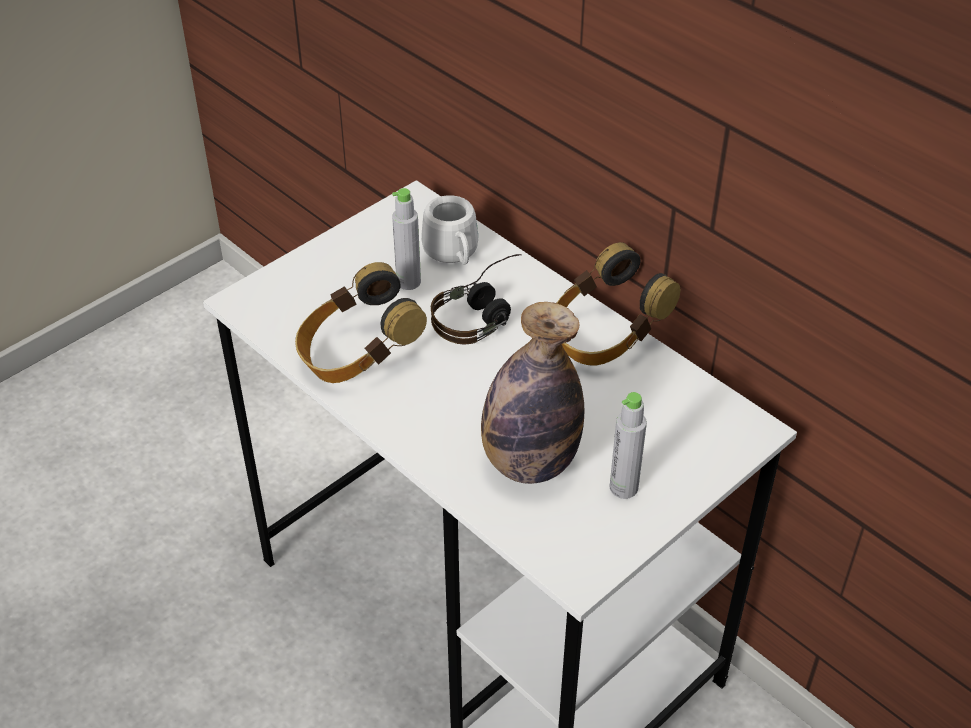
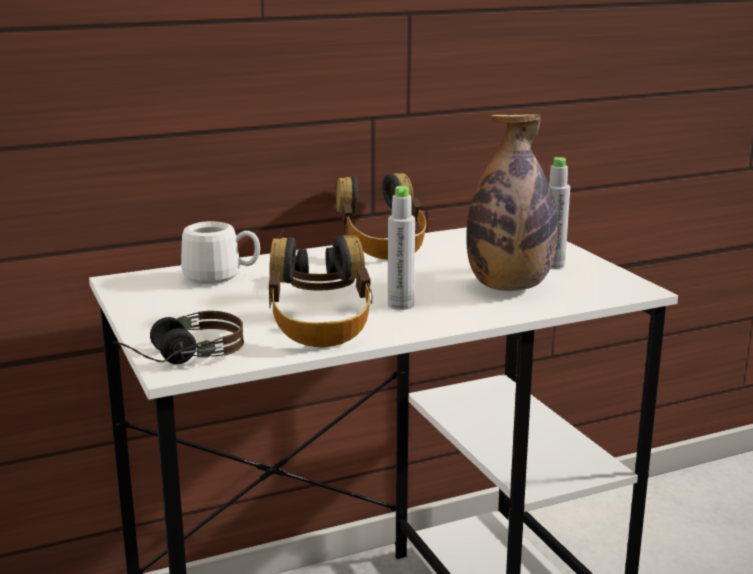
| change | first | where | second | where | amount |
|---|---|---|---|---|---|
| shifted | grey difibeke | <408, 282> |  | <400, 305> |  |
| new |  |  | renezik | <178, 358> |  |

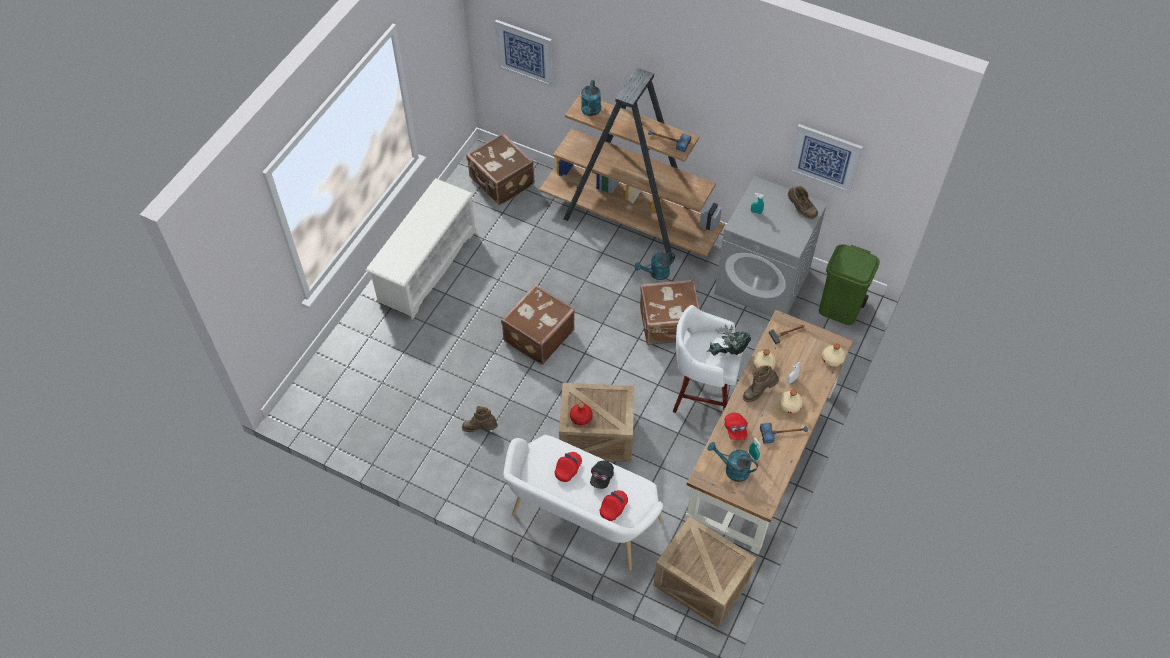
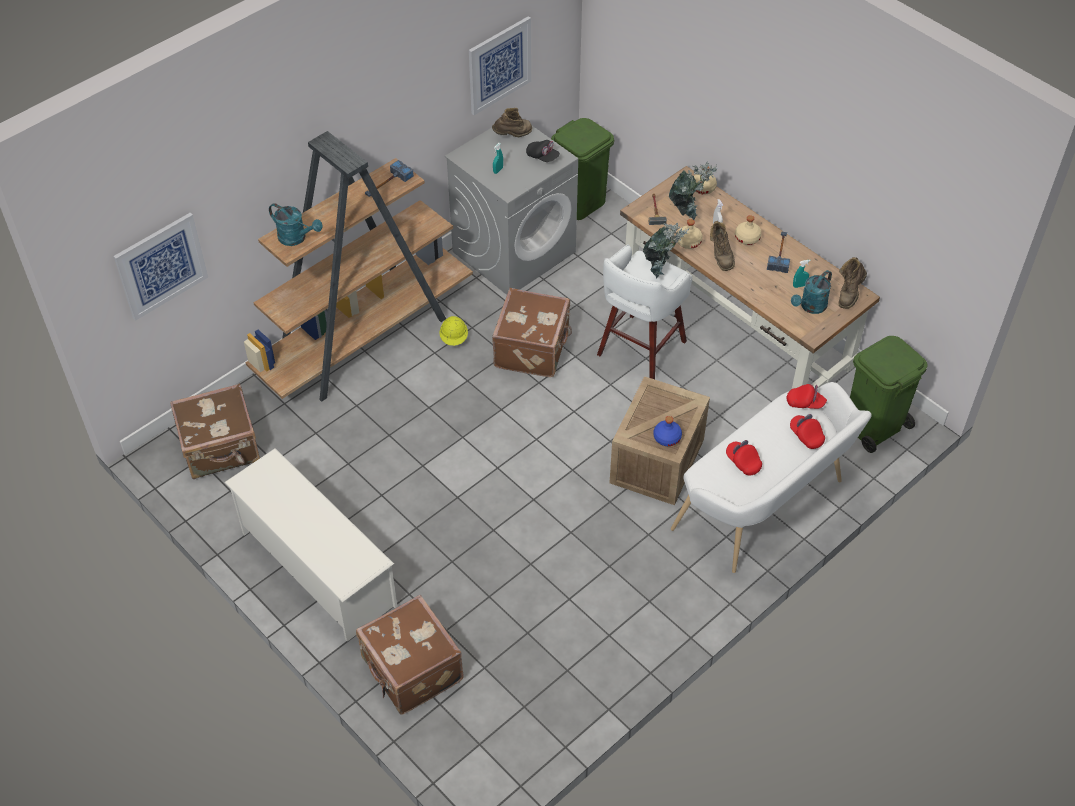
| change | first | where | second | where | amount |
|---|---|---|---|---|---|
| shifted | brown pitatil | <480, 428> |  | <849, 294> |  |
| shifted | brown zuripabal | <537, 335> |  | <411, 671> |  |
| repainted | red difibeke | <581, 417> | blue difibeke | <666, 437> |  |
| shifted | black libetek | <601, 477> |  | <542, 157> |  |
| swapped | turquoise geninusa | <656, 274> | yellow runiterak | <454, 338> |  |
| swapped | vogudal | <699, 583> | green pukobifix | <873, 426> |  |
| shifted | red libetek | <735, 429> |  | <805, 403> |  |
| new |  |  | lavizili | <688, 211> |  |

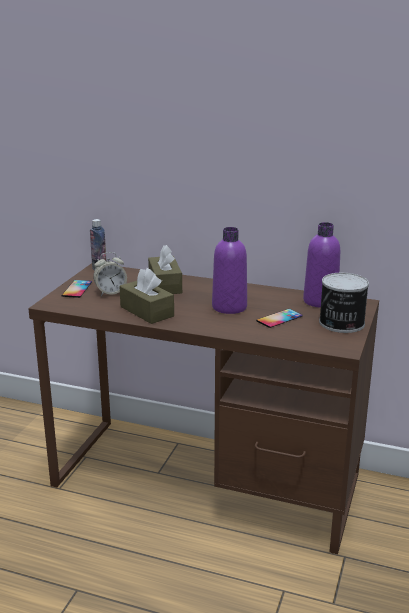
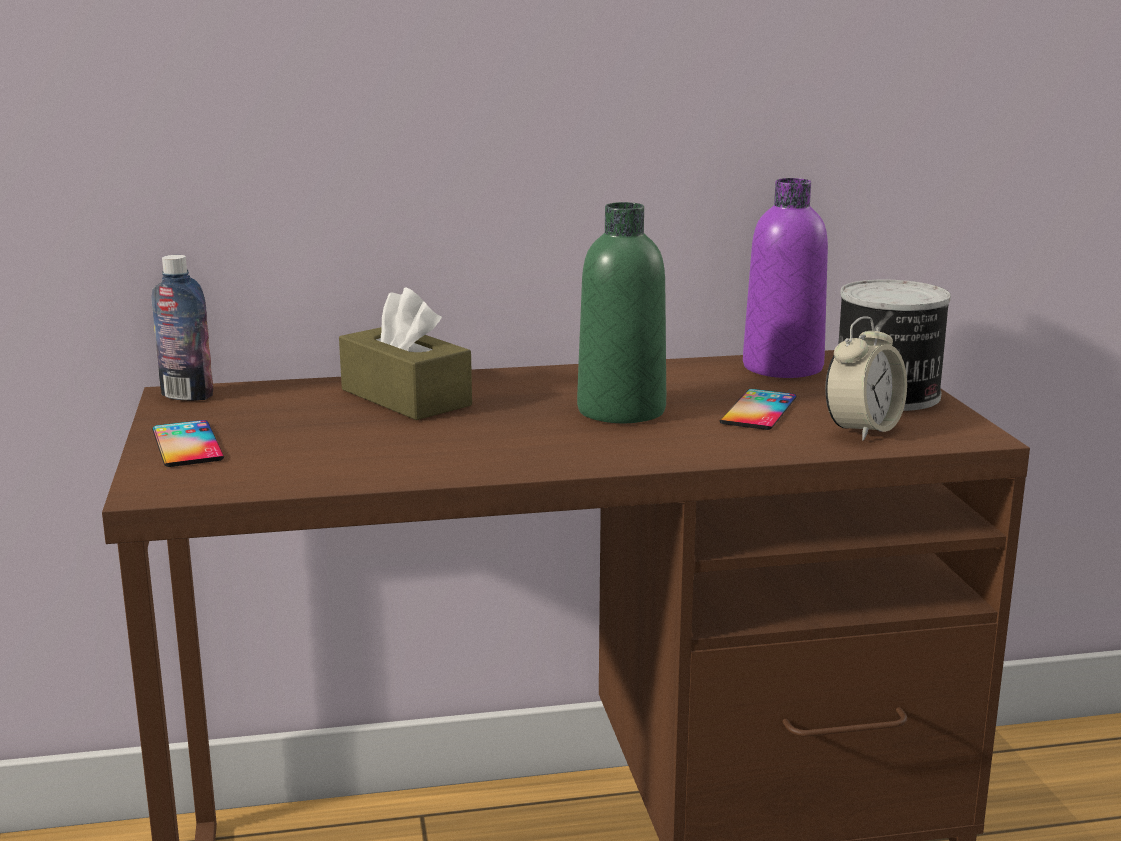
| change | first | where | second | where | amount |
|---|---|---|---|---|---|
| shifted | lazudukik | <110, 292> |  | <863, 430> |  |
| gone | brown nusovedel | <147, 311> |  |  |  |
| repainted | purple difibeke | <229, 307> | green difibeke | <621, 410> |  |

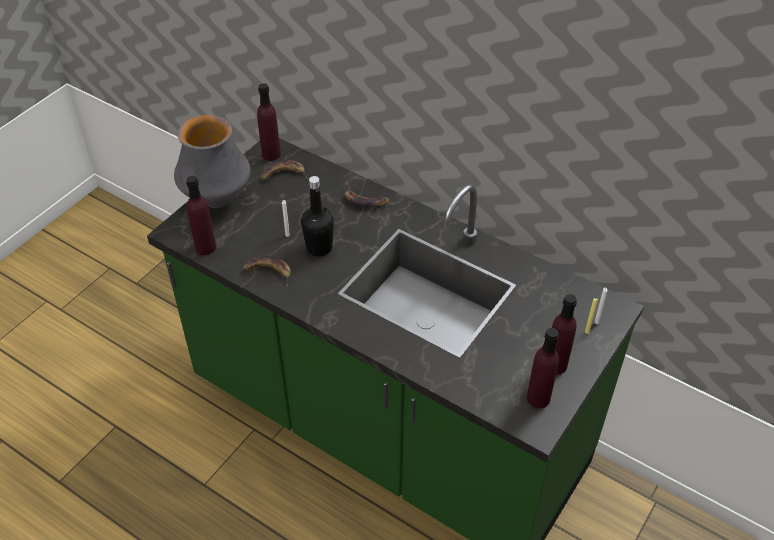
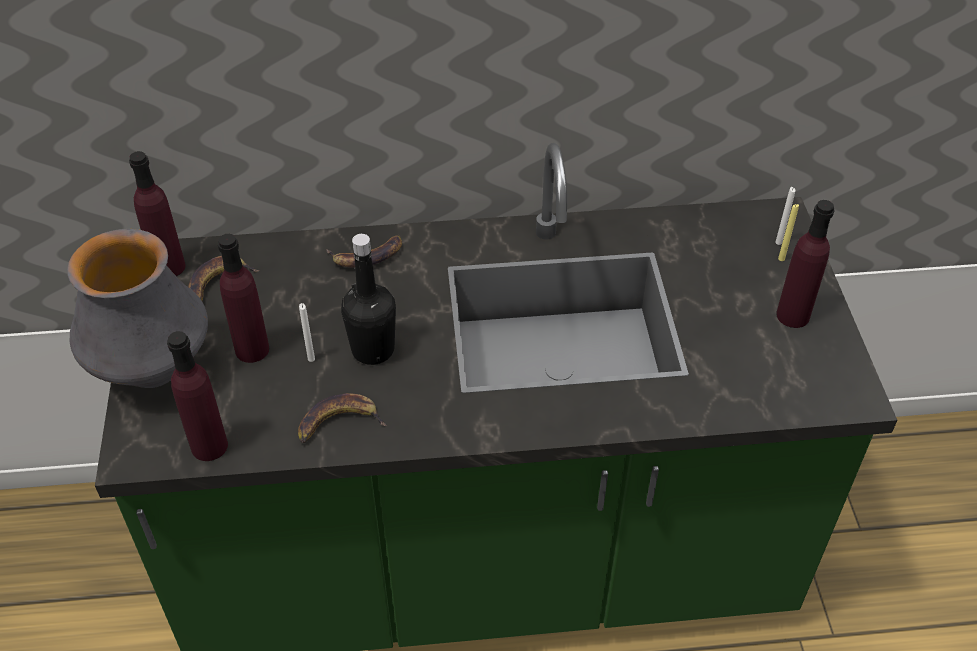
| change | first | where | second | where | amount |
|---|---|---|---|---|---|
| shifted | purple difibeke | <538, 398> |  | <252, 349> |  |

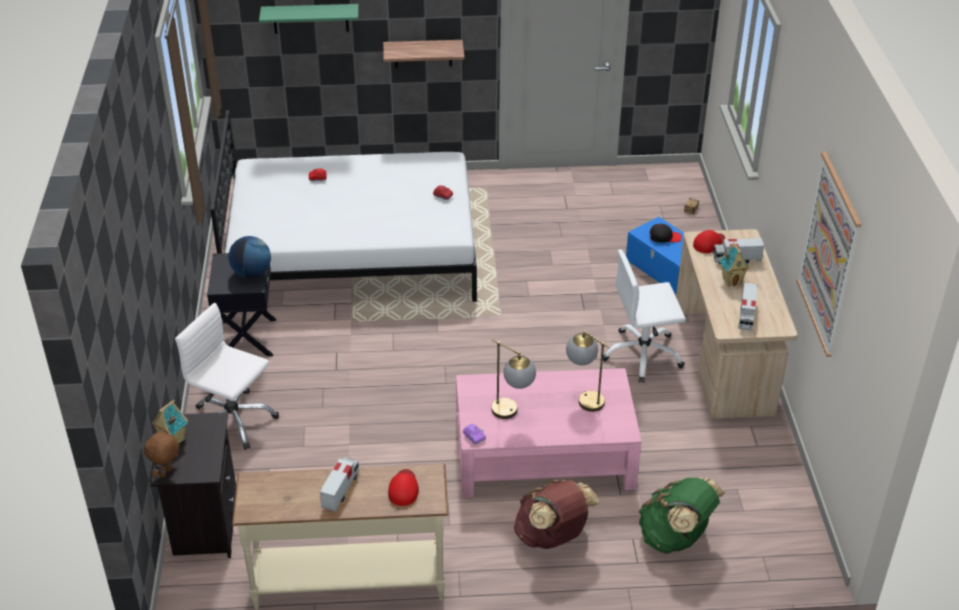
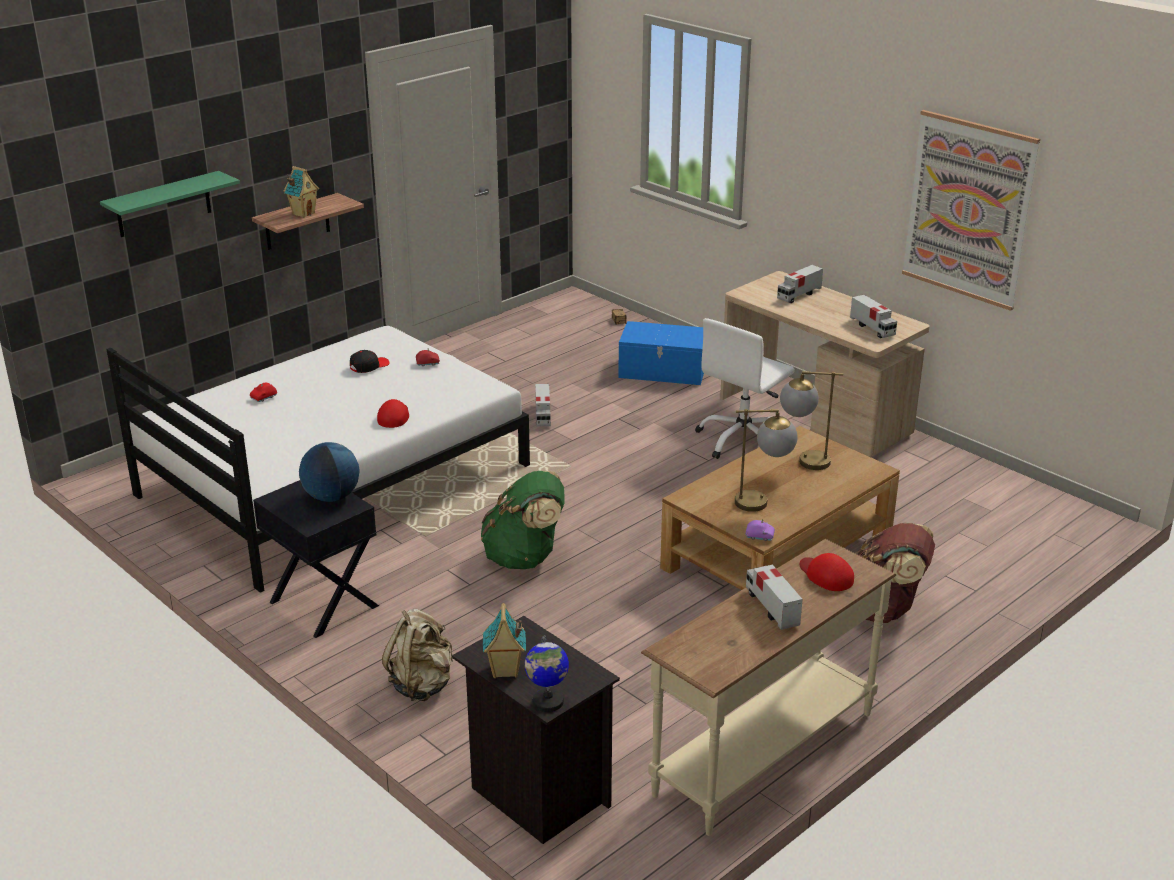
| change | first | where | second | where | amount |
|---|---|---|---|---|---|
| swapped | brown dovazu | <166, 473> | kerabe | <547, 702> |  |
| swapped | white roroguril | <233, 421> | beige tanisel | <422, 685> |  |
| repainted | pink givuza | <543, 455> | brown givuza | <777, 553> |  |
| shifted | green tanisel | <675, 538> |  | <525, 557> |  |
| shifted | black libetek | <664, 237> |  | <369, 366> |  |
| shifted | red libetek | <709, 243> |  | <394, 416> |  |
| shifted | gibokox | <731, 281> |  | <303, 213> |  |
| new |  |  | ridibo | <543, 416> |  |

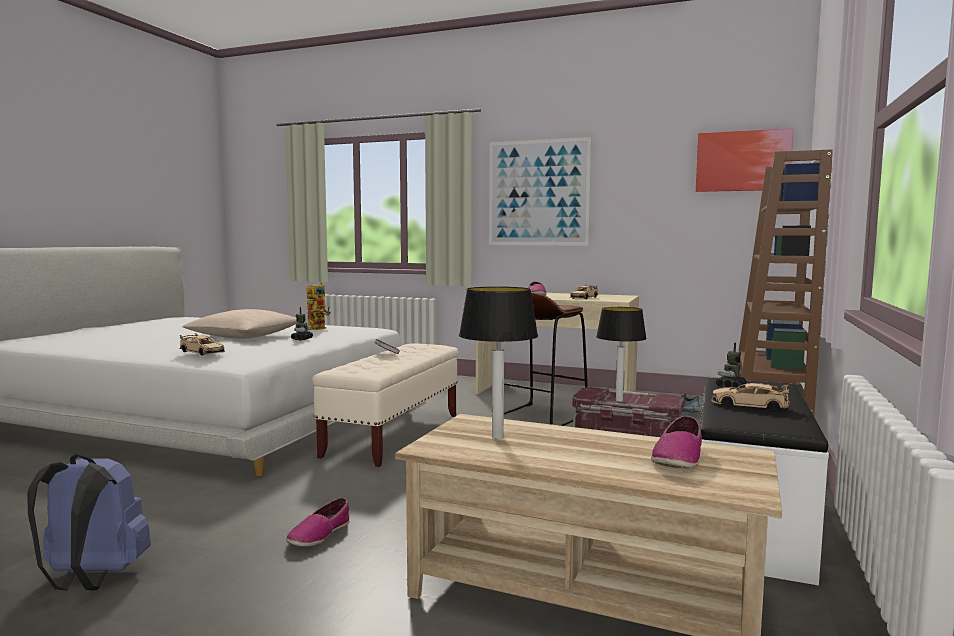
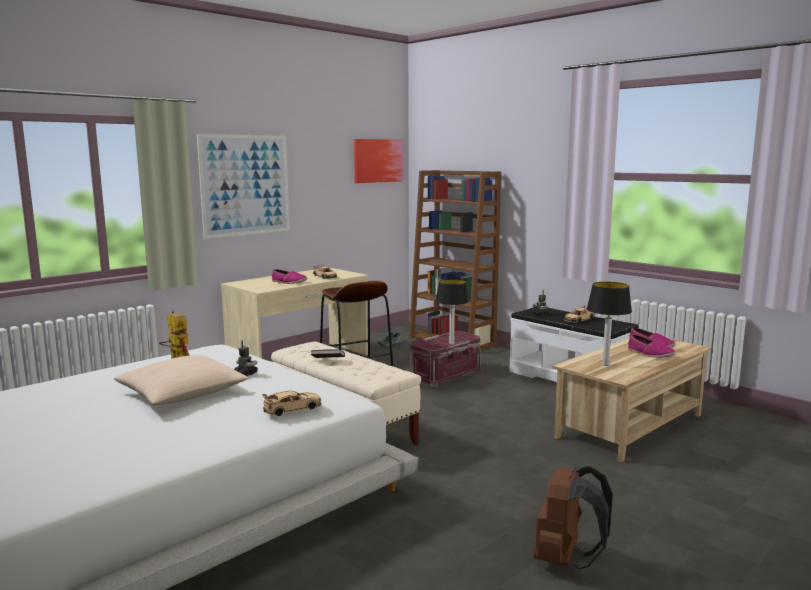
| change | first | where | second | where | amount |
|---|---|---|---|---|---|
| repainted | blue tanisel | <91, 580> | brown tanisel | <566, 559> |  |
| shifted | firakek | <319, 534> |  | <650, 354> |  |

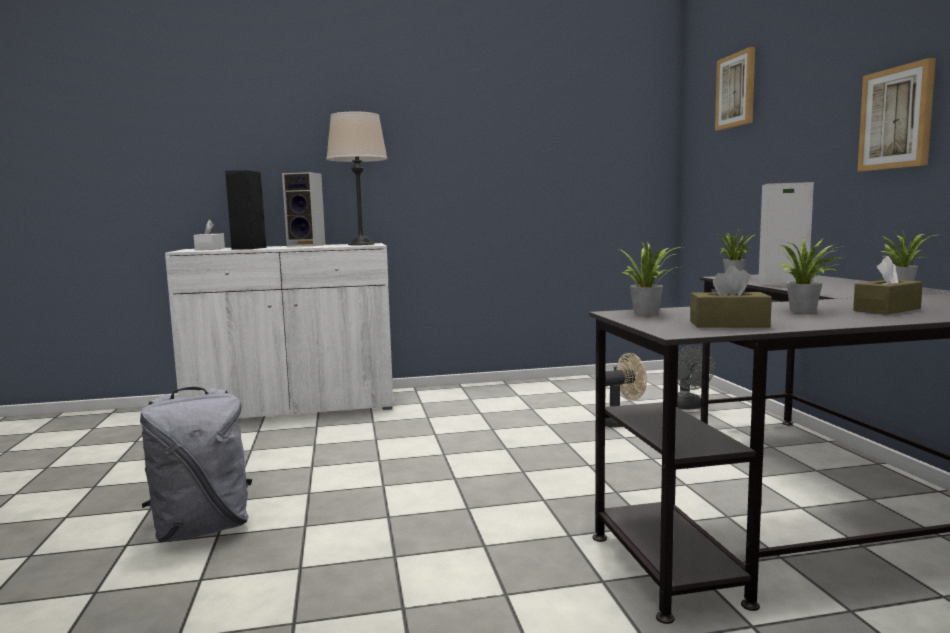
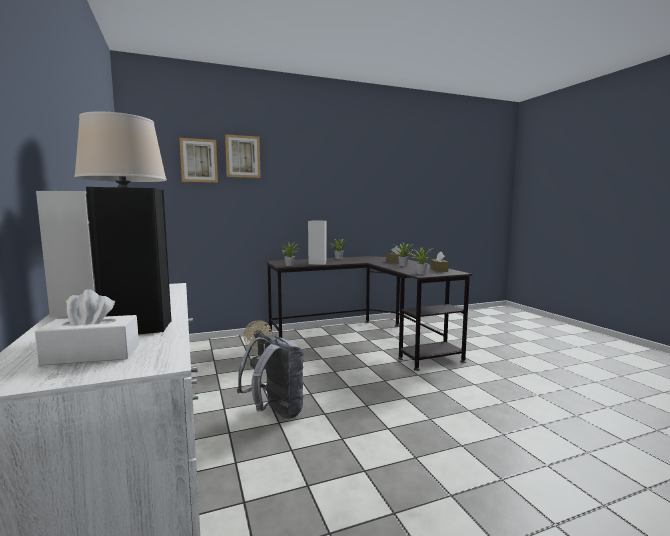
| change | first | where | second | where | amount |
|---|---|---|---|---|---|
| shifted | grey tanisel | <202, 529> |  | <275, 412> |  |
| gone | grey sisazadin | <687, 407> |  |  |  |
| shifted | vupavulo | <897, 118> |  | <242, 156> |  |

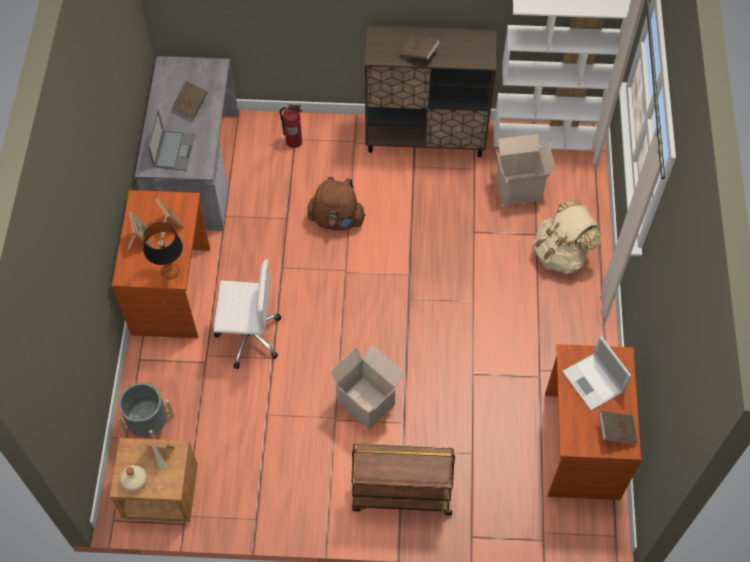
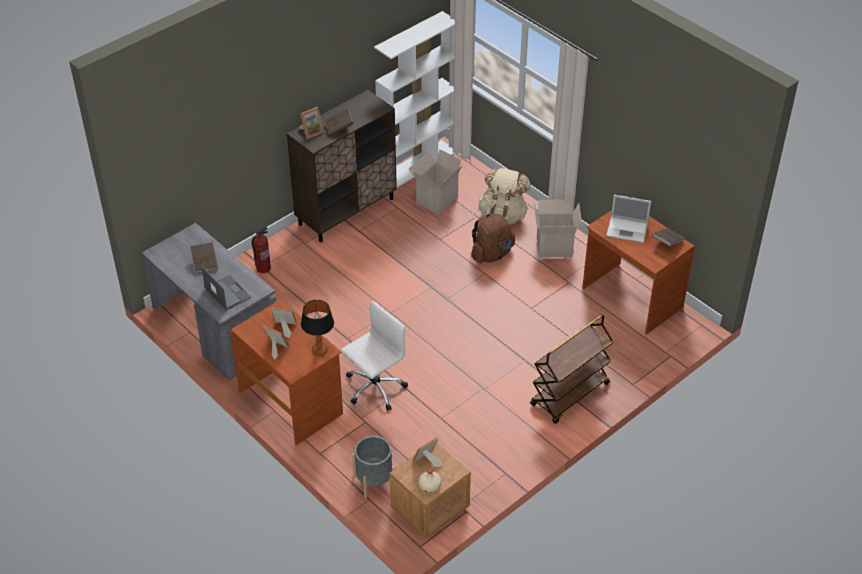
| change | first | where | second | where | amount |
|---|---|---|---|---|---|
| shifted | brown tanisel | <336, 219> |  | <492, 254> |  |
| shifted | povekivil | <367, 402> |  | <555, 246> |  |
| new |  |  | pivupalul | <311, 132> |  |

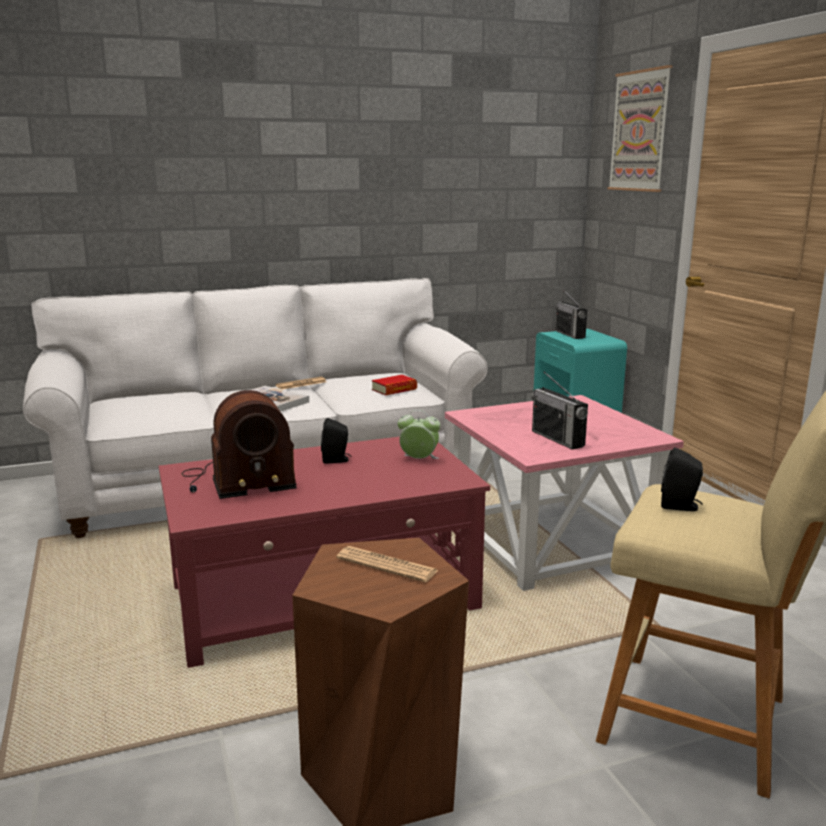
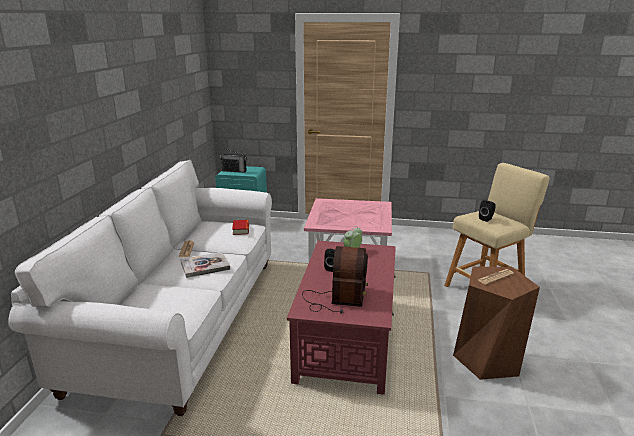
| change | first | where | second | where | amount |
|---|---|---|---|---|---|
| gone | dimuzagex | <557, 439> |  |  |  |
| gone | vupavulo | <639, 131> |  |  |  |

